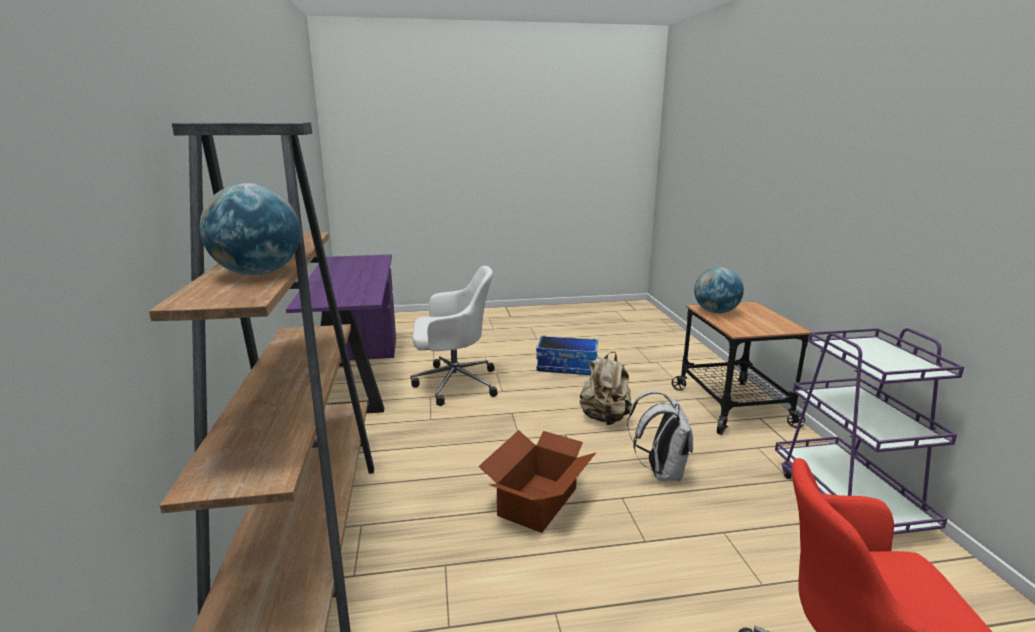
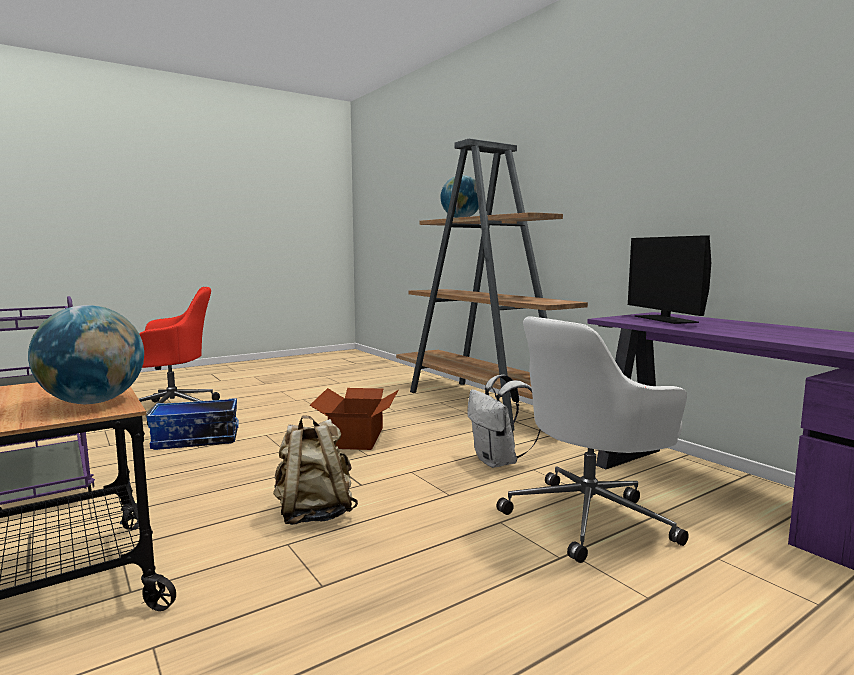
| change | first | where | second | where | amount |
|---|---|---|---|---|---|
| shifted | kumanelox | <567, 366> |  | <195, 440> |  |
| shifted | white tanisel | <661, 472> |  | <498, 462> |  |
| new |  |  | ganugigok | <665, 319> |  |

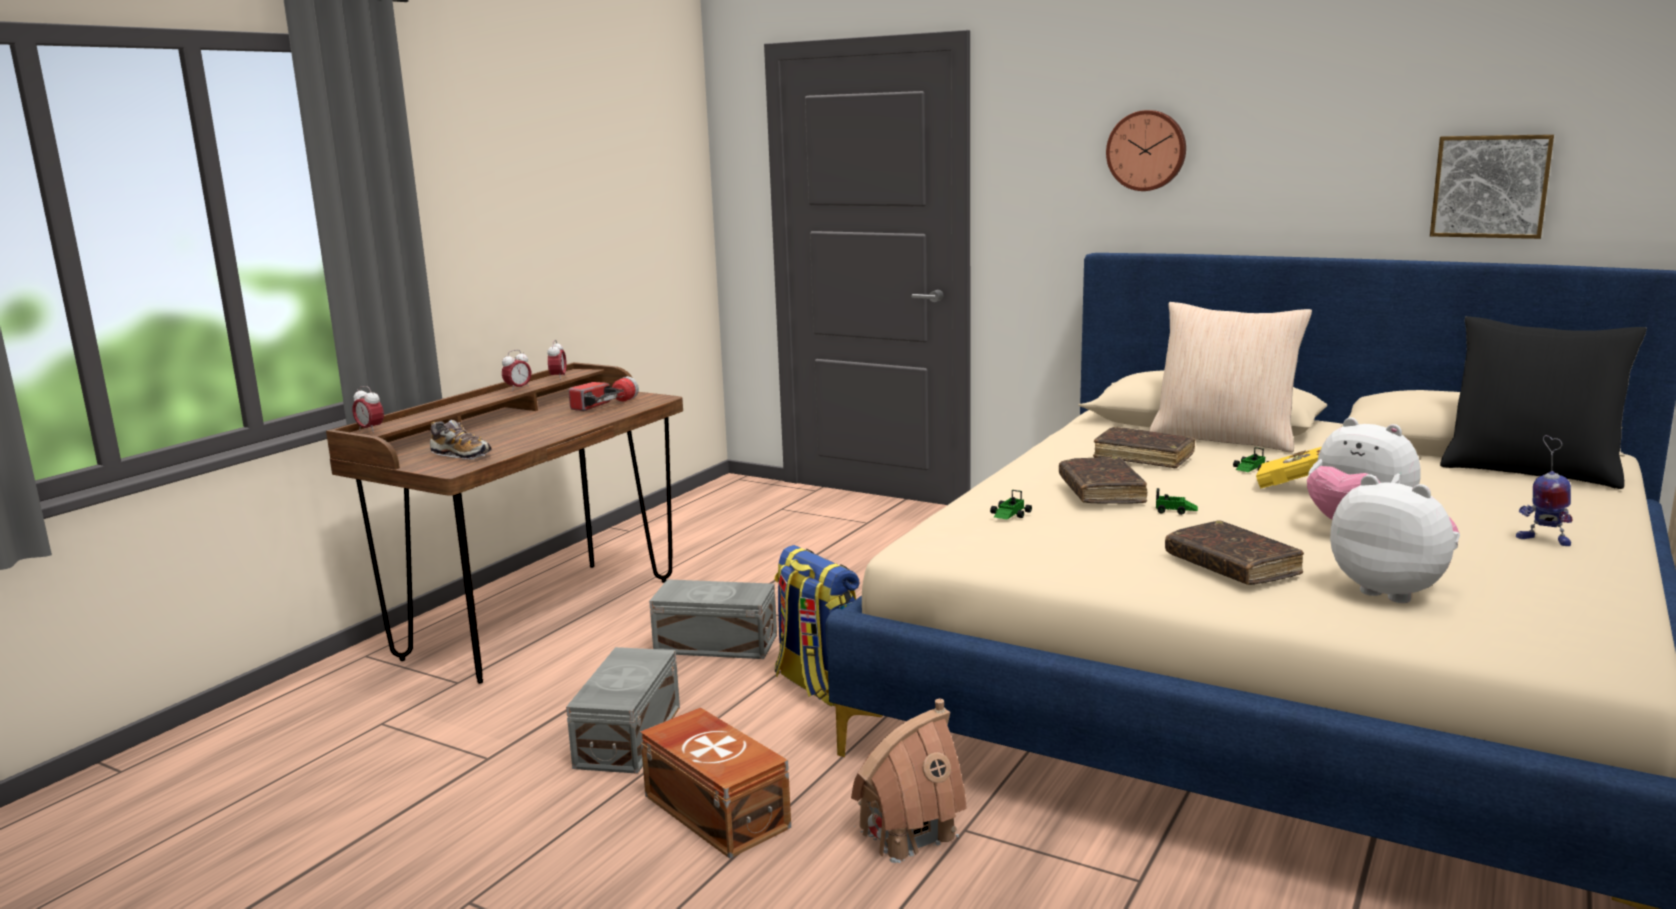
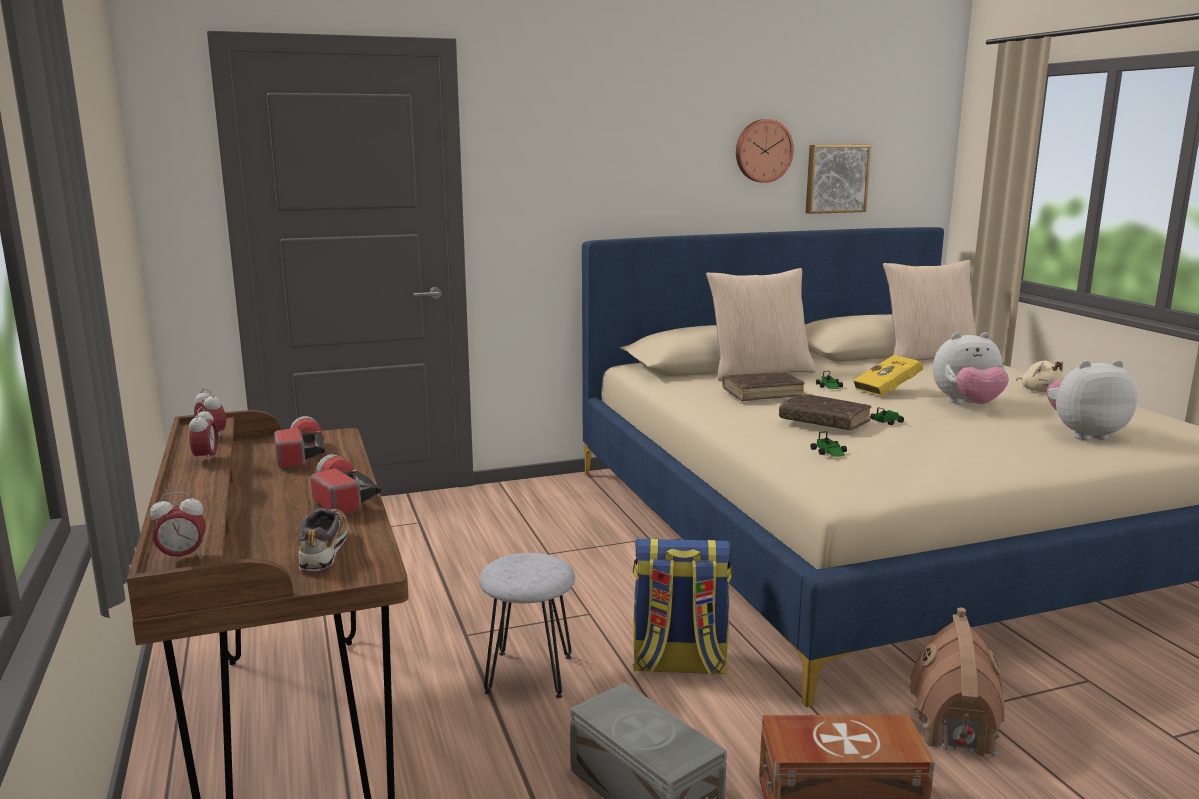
| change | first | where | second | where | amount |
|---|---|---|---|---|---|
| rotated | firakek | <461, 455> |  | <323, 551> | 75 degrees counterclockwise |
| swapped | grey kumanelox | <717, 645> | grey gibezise | <530, 674> |  |
| shifted | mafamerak | <1147, 150> |  | <763, 151> |  |
| gone | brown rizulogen | <1232, 566> |  |  |  |
| repainted | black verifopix | <1531, 471> | beige verifopix | <929, 357> |  |
| swapped | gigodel | <1542, 540> | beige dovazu | <1039, 390> |  |
| new |  |  | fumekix | <341, 499> |  |

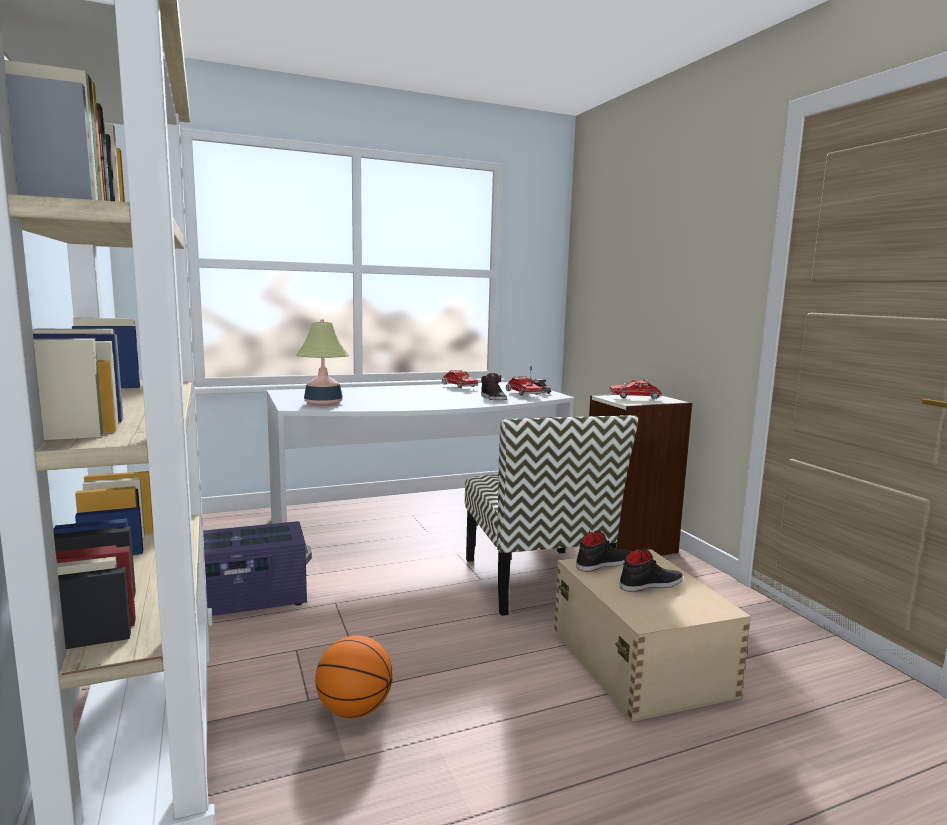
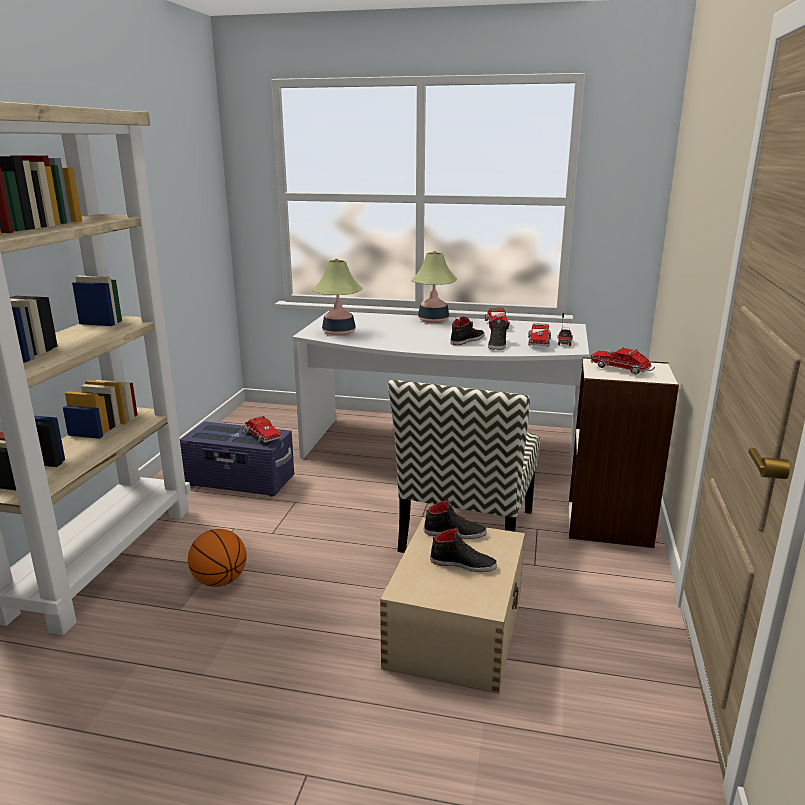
| change | first | where | second | where | amount |
|---|---|---|---|---|---|
| new |  |  | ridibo | <260, 436> |  |
| new |  |  | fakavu | <433, 320> |  |
| new |  |  | black firakek | <467, 340> |  |

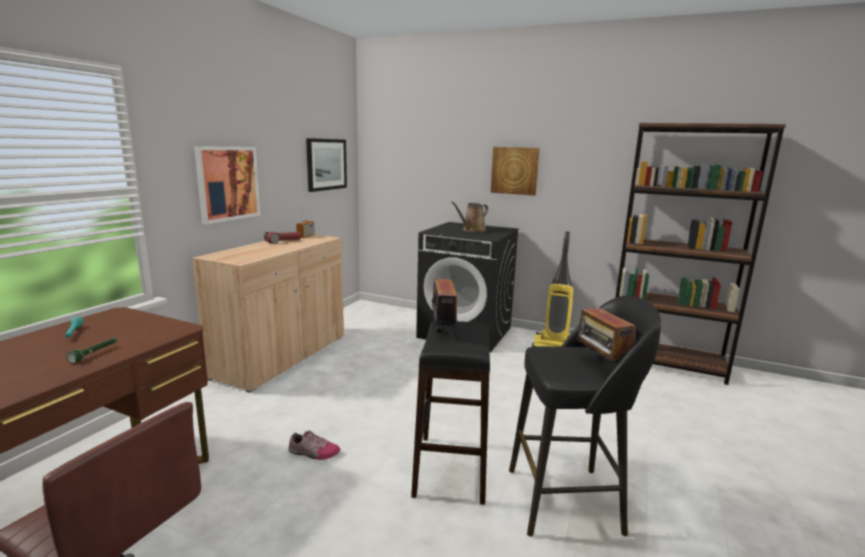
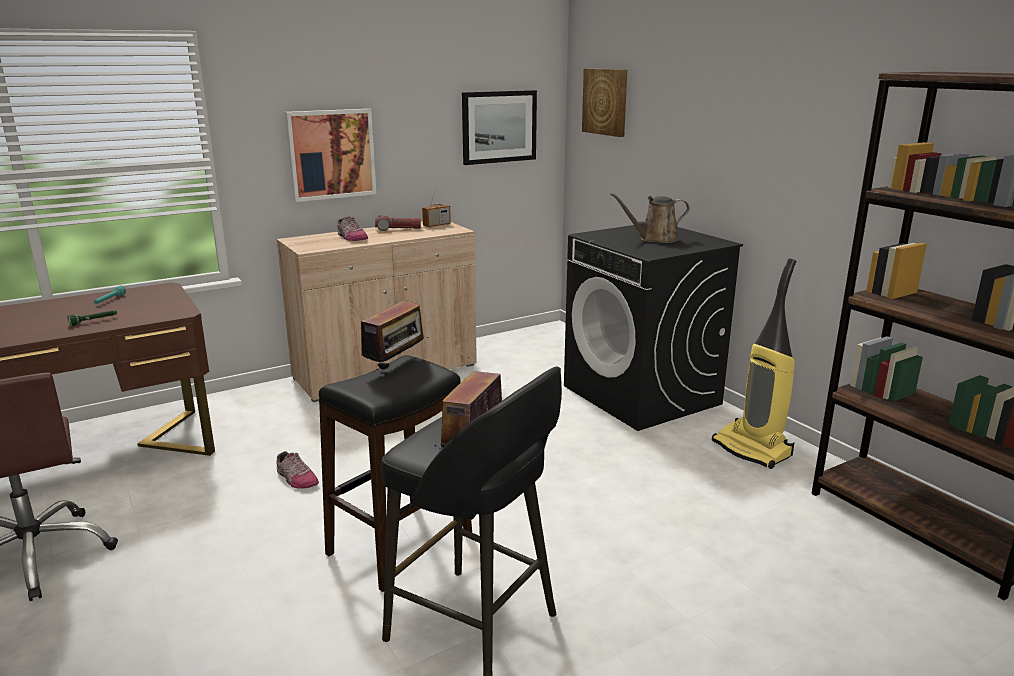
| change | first | where | second | where | amount |
|---|---|---|---|---|---|
| shifted | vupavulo | <514, 170> |  | <605, 101> |  |
| new |  |  | firakek | <351, 238> |  |

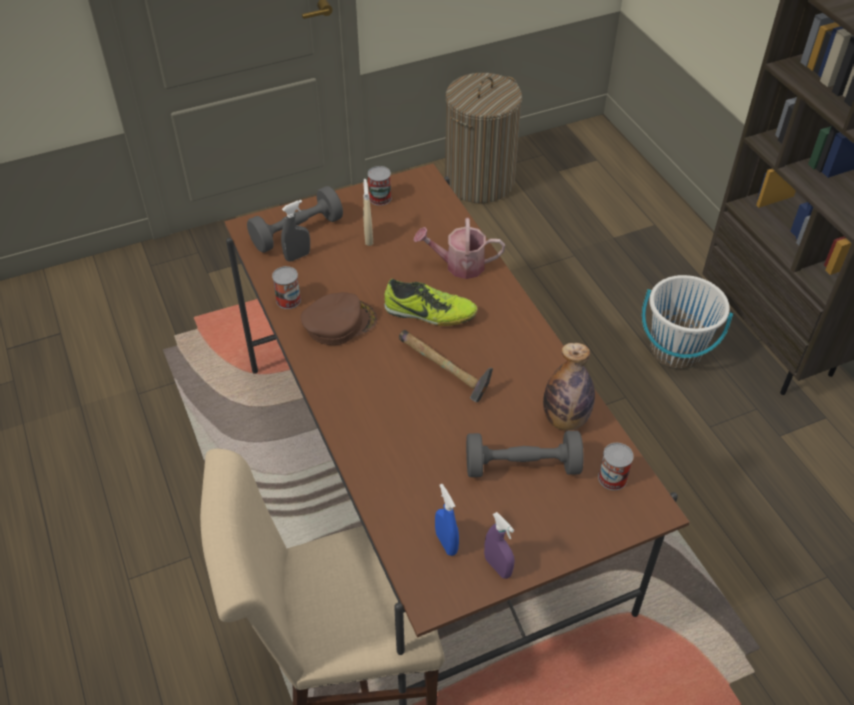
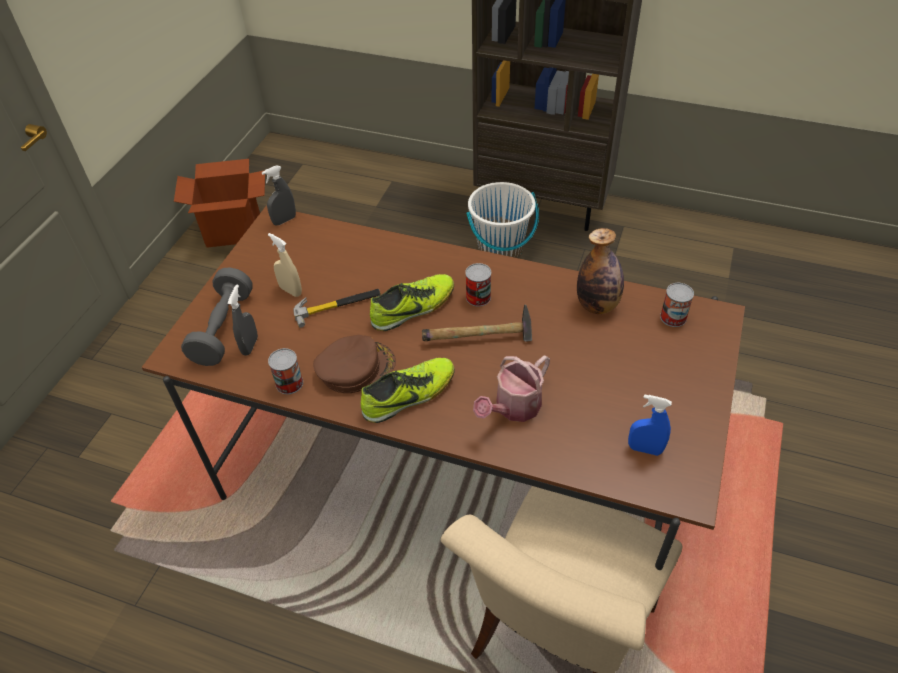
| change | first | where | second | where | amount |
|---|---|---|---|---|---|
| rotated | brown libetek | <339, 323> |  | <355, 367> | 45 degrees clockwise |
| shifted | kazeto | <380, 198> |  | <478, 297> |  |
| shifted | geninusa | <459, 265> |  | <513, 408> |  |
| swapped | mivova | <479, 181> | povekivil | <234, 230> |  |
| gone | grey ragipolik | <522, 466> |  |  |  |
| gone | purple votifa | <498, 567> |  |  |  |
| new |  |  | grey votifa | <284, 220> |  |
| new |  |  | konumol | <337, 305> |  |
| new |  |  | firakek | <409, 395> |  |

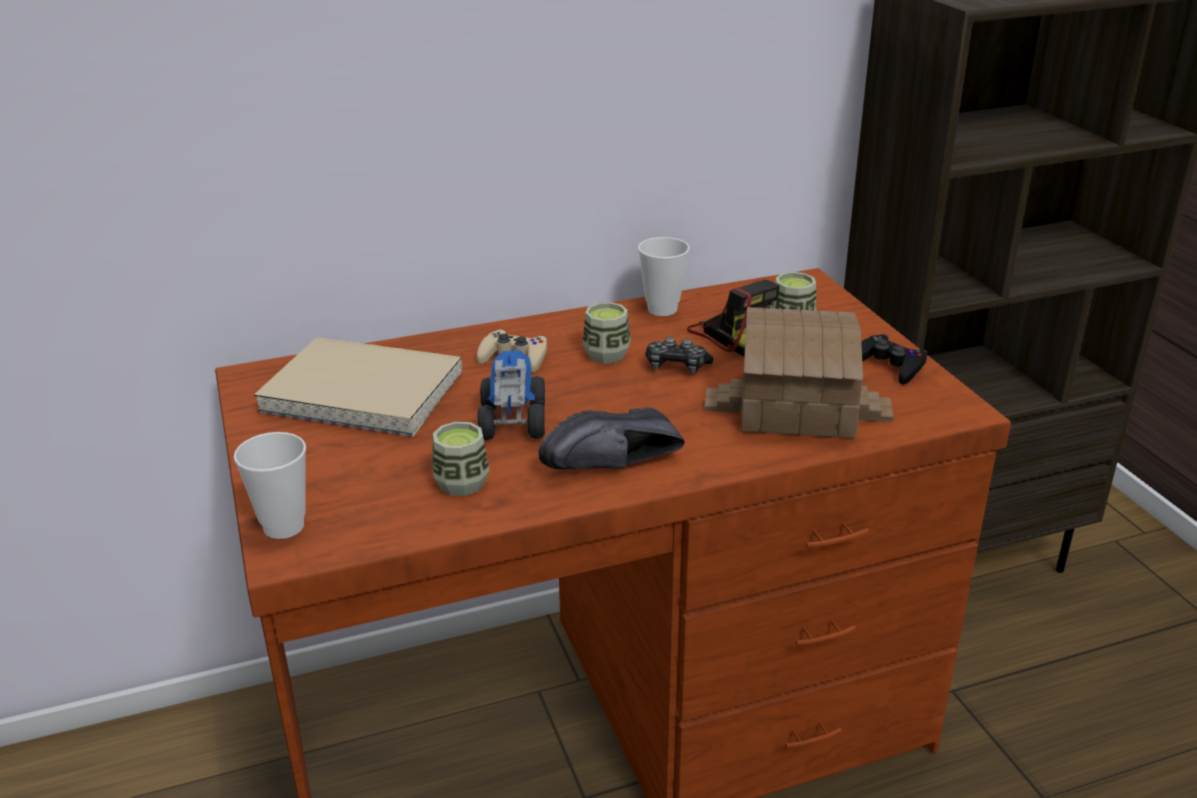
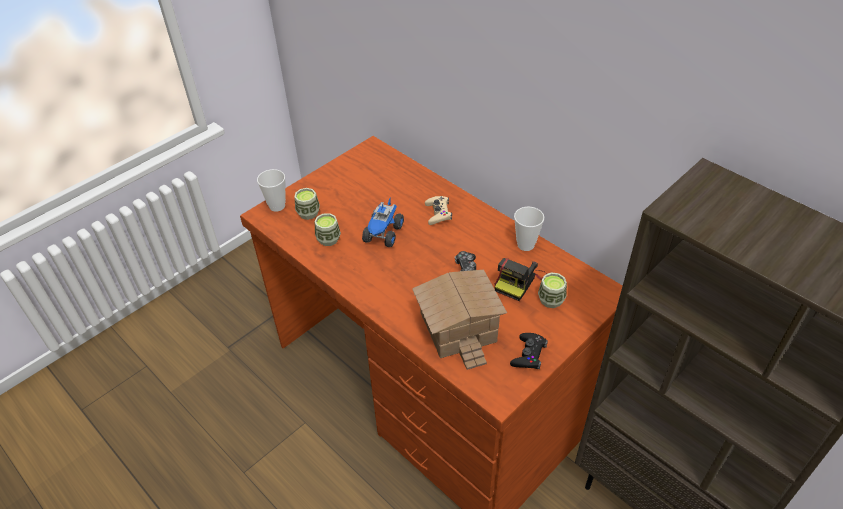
| change | first | where | second | where | amount |
|---|---|---|---|---|---|
| gone | beige rizulogen | <363, 393> |  |  |  |
| rotated | ridibo | <512, 421> |  | <383, 234> | 135 degrees clockwise |
| gone | black firakek | <616, 467> |  |  |  |
| shifted | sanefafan | <606, 354> |  | <308, 213> |  |

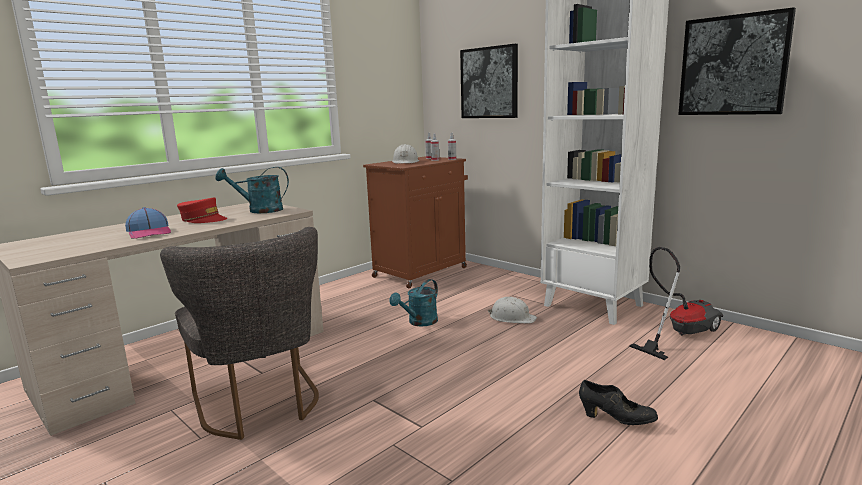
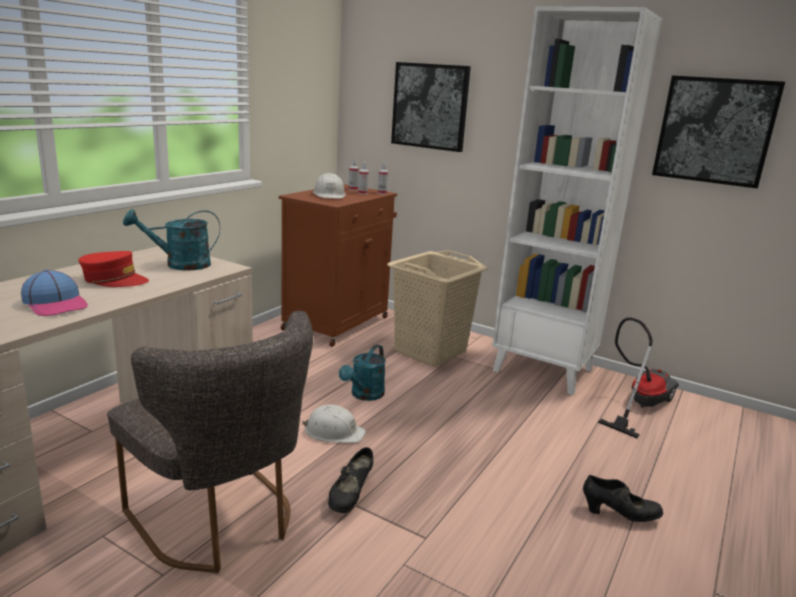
| change | first | where | second | where | amount |
|---|---|---|---|---|---|
| shifted | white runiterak | <512, 317> |  | <334, 432> |  |
| new |  |  | black firakek | <350, 496> |  |
| new |  |  | beige mivova | <431, 351> |  |

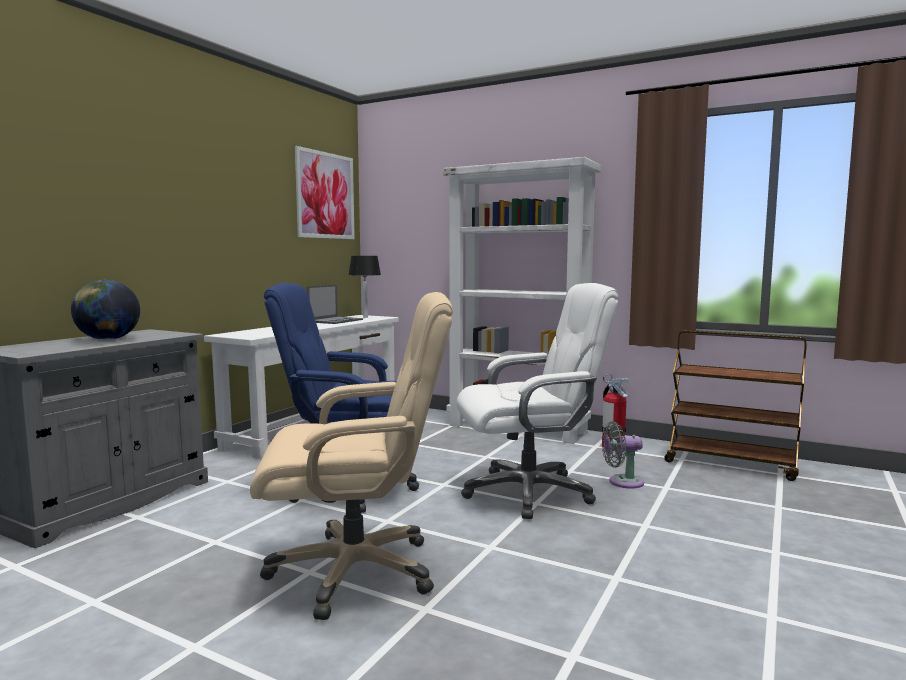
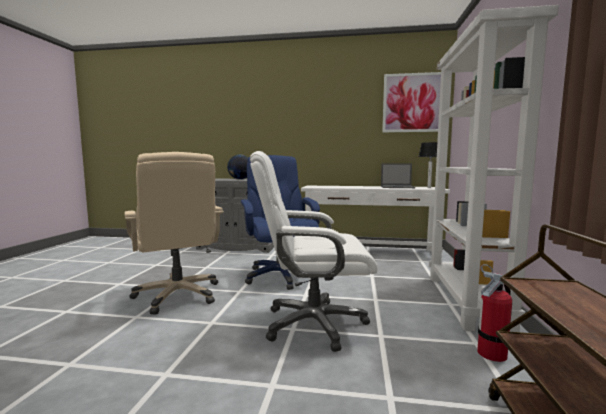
| change | first | where | second | where | amount |
|---|---|---|---|---|---|
| rotated | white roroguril | <529, 492> |  | <313, 324> | 120 degrees clockwise |
| gone | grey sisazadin | <622, 482> |  |  |  |

